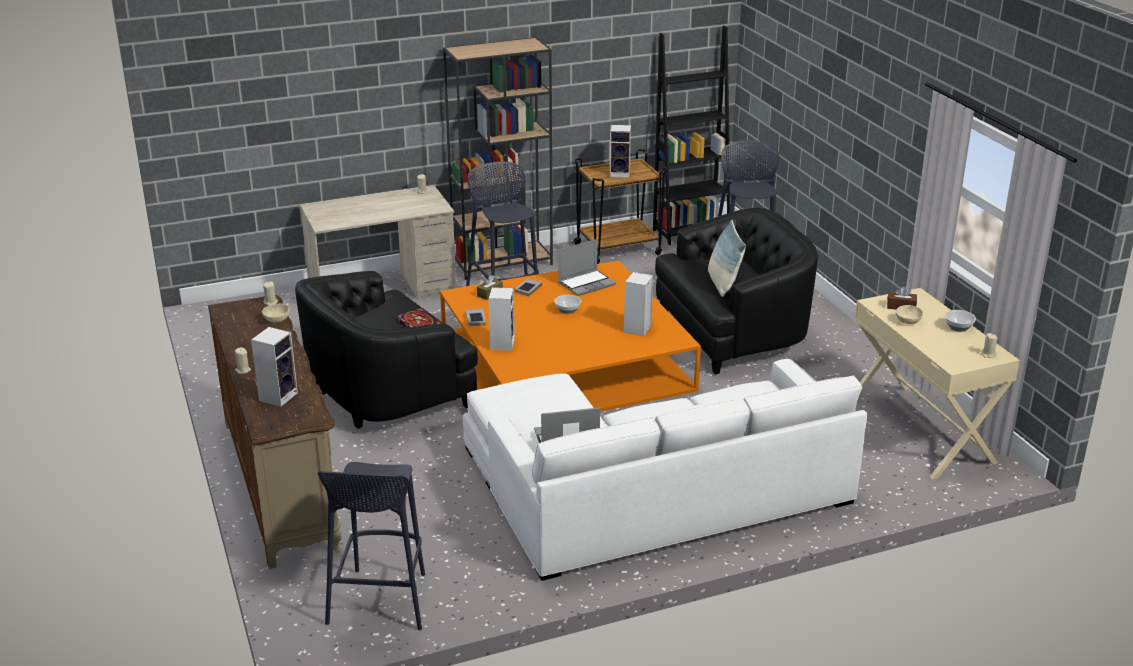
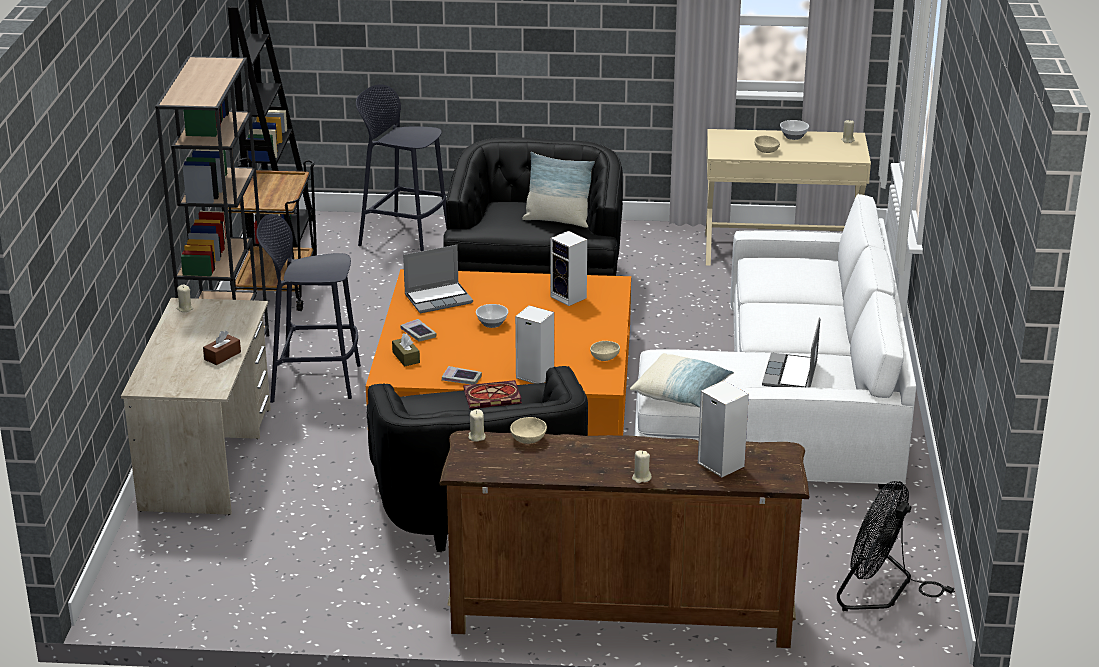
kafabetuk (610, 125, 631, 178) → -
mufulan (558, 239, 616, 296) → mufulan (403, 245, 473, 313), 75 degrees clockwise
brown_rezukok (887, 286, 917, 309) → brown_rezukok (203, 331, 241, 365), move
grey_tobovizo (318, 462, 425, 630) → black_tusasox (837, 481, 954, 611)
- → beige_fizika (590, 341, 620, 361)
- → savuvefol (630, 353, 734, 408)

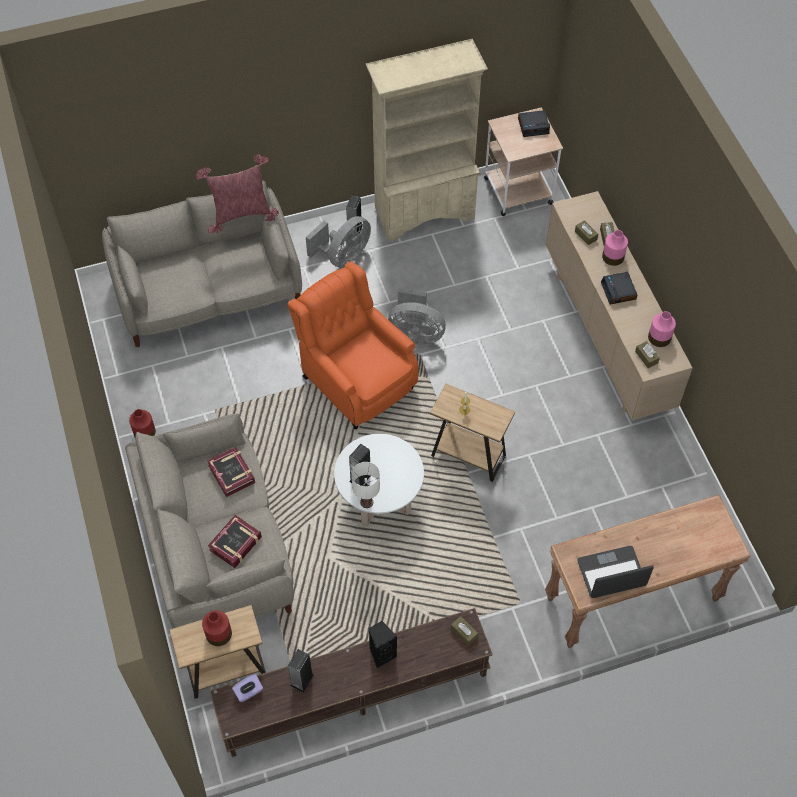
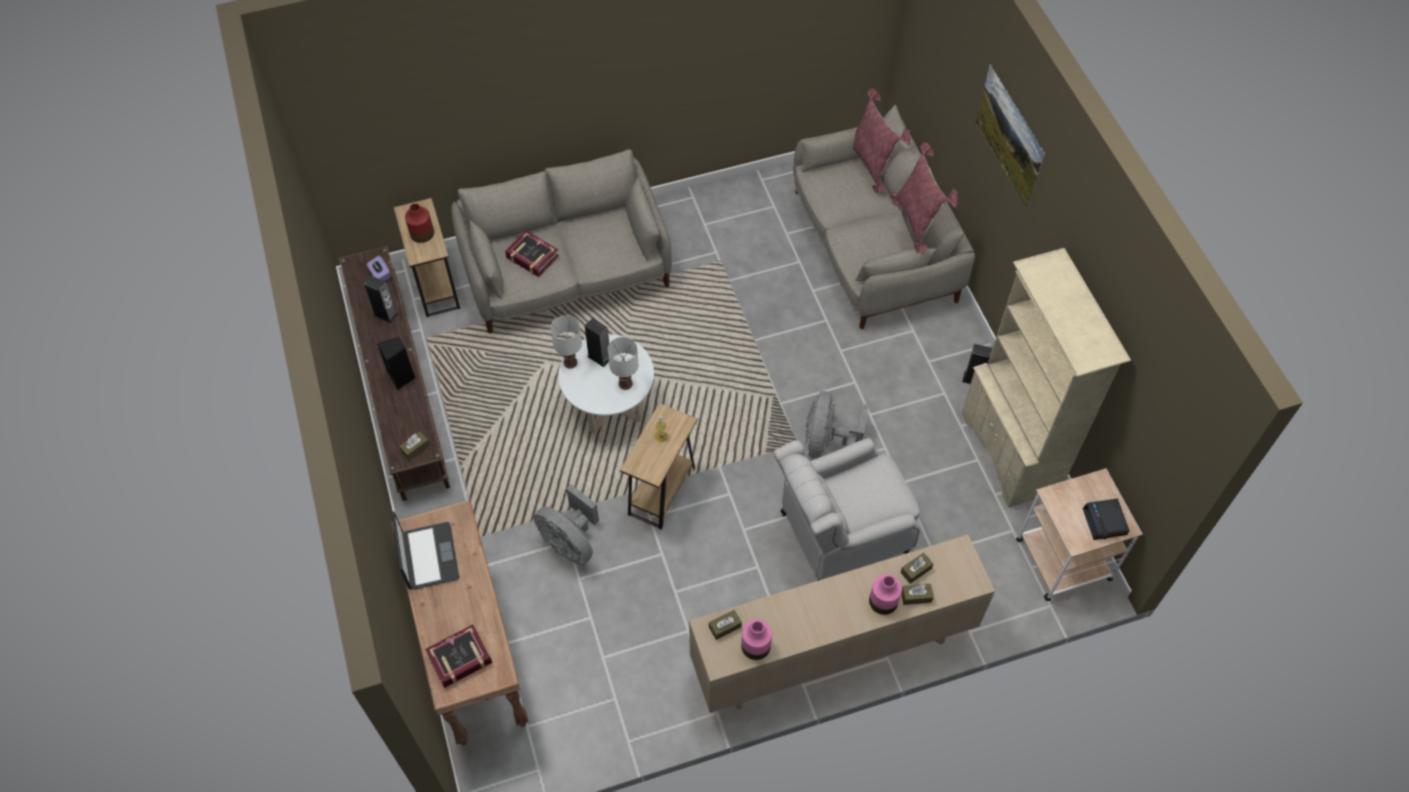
grey_tusasox (306, 216, 371, 268) → grey_tusasox (534, 484, 599, 565), move
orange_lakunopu (287, 261, 418, 429) → -
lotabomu (601, 272, 637, 305) → -
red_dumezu (129, 409, 156, 438) → -
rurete (207, 447, 255, 497) → rurete (426, 624, 492, 688), move
- → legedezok (976, 65, 1045, 209)
- → red_savuvefol (853, 89, 911, 194)
- → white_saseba (608, 337, 639, 390)
- → white_lakunopu (774, 437, 920, 581)

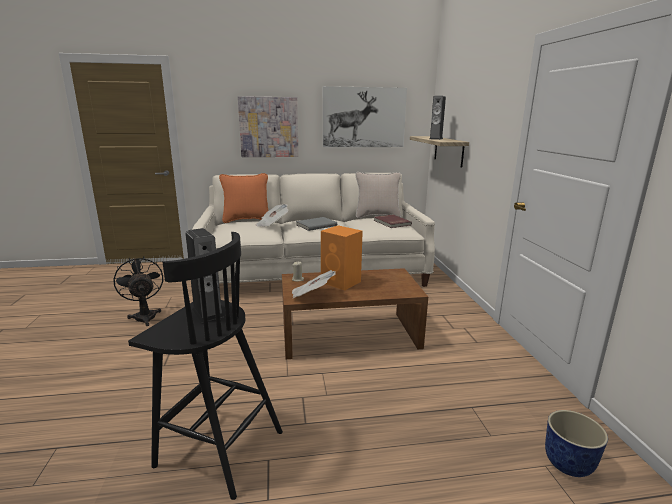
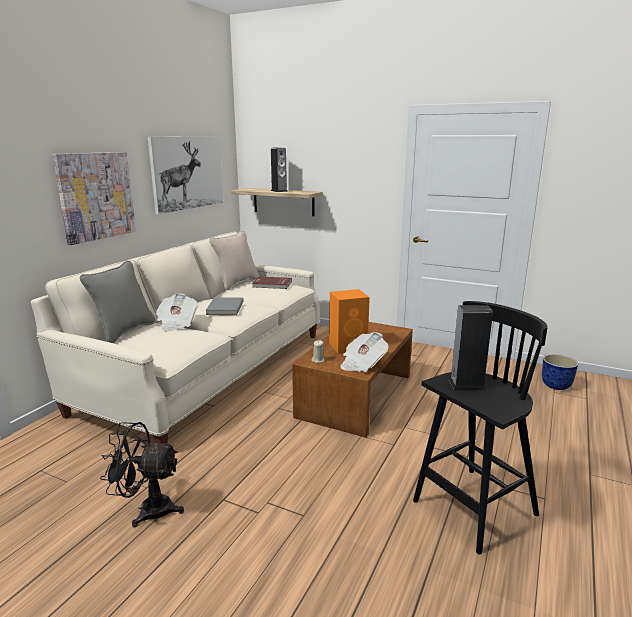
orange_savuvefol (219, 173, 269, 223) → grey_savuvefol (80, 261, 155, 343)

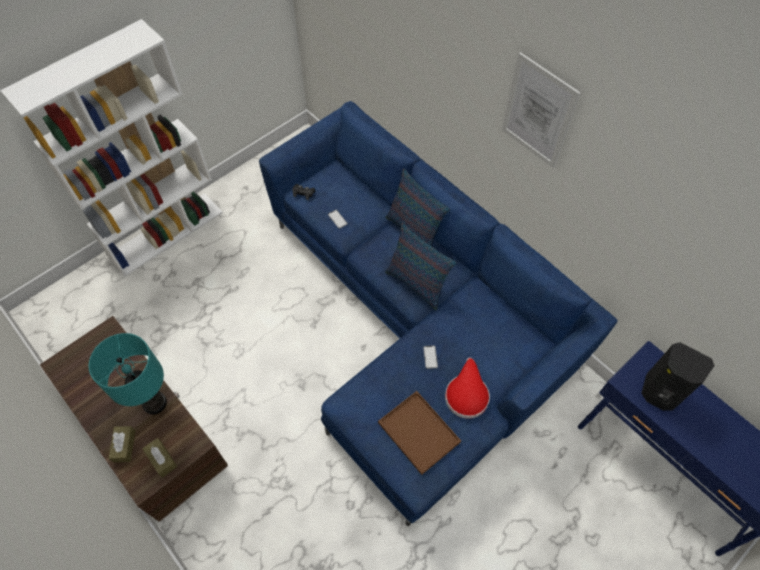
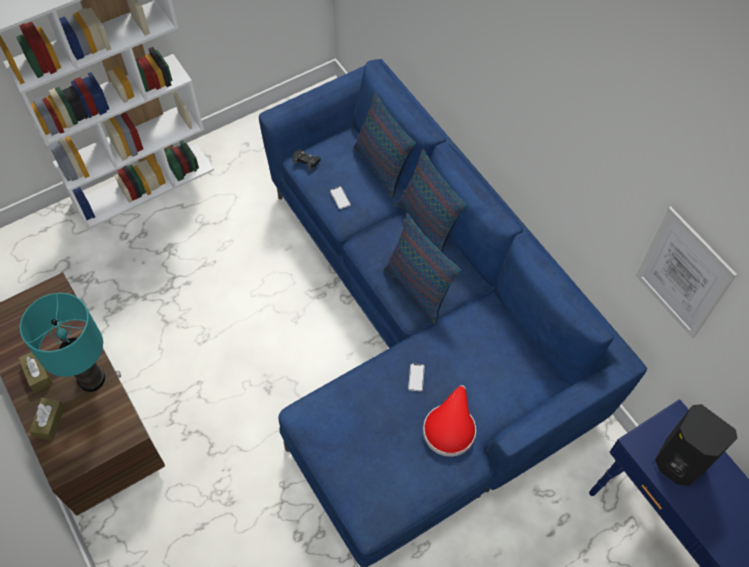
legedezok (502, 52, 581, 168) → legedezok (636, 207, 737, 339), move
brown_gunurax (378, 391, 461, 475) → -
brown_rezukok (142, 438, 177, 478) → brown_rezukok (18, 352, 53, 393), move
- → blue_savuvefol (353, 92, 417, 198)

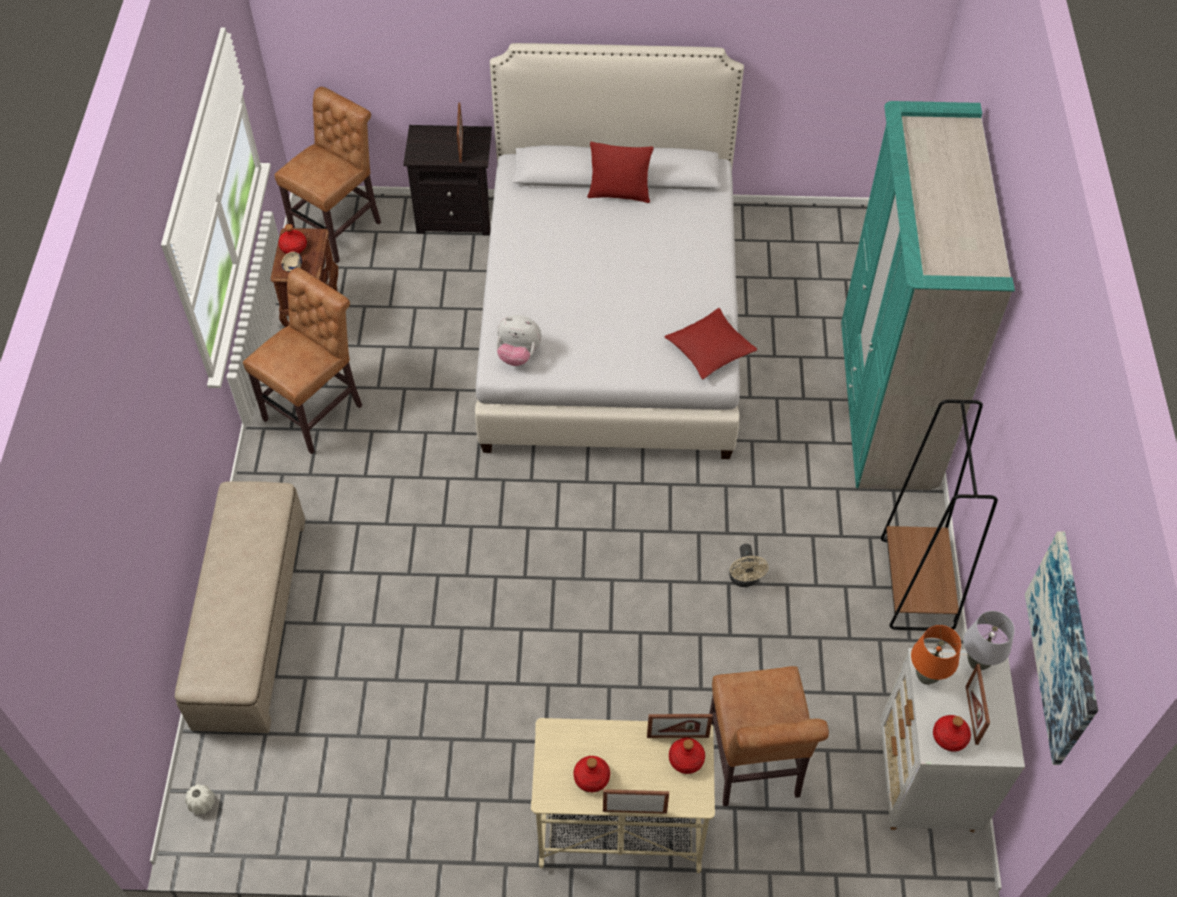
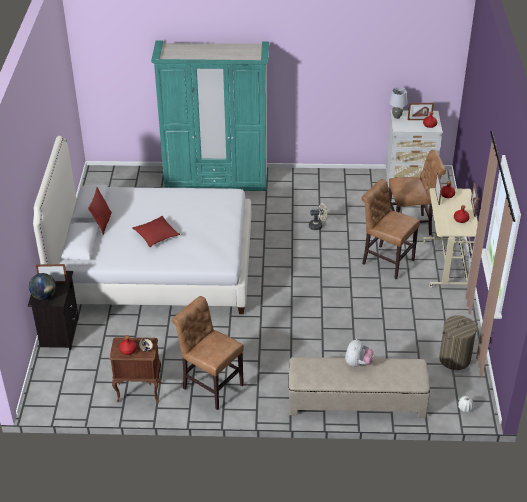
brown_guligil (274, 87, 381, 263) → brown_guligil (362, 179, 420, 280), move
red_savuvefol (664, 308, 758, 379) → red_savuvefol (133, 216, 180, 247), move
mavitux (496, 315, 542, 366) → mavitux (345, 339, 374, 367), move
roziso (881, 399, 998, 631) → -
legedezok (1025, 531, 1098, 765) → -
orange_saseba (911, 625, 961, 685) → -
- → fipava (29, 273, 56, 300)
- → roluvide (439, 315, 478, 370)

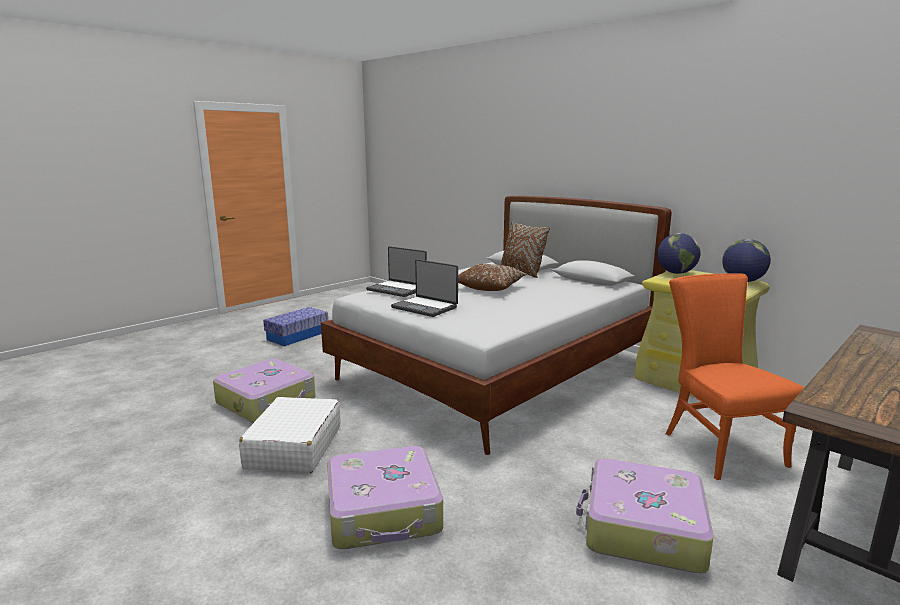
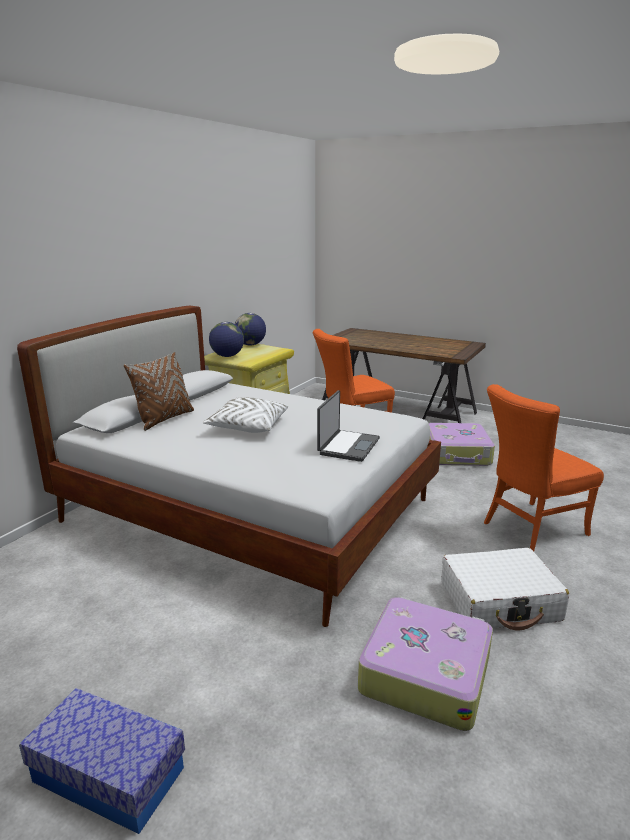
mufulan (366, 246, 427, 297) → -
brown_savuvefol (458, 264, 527, 291) → white_savuvefol (203, 397, 288, 433)
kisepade (327, 446, 443, 549) → orange_guligil (484, 384, 604, 551)

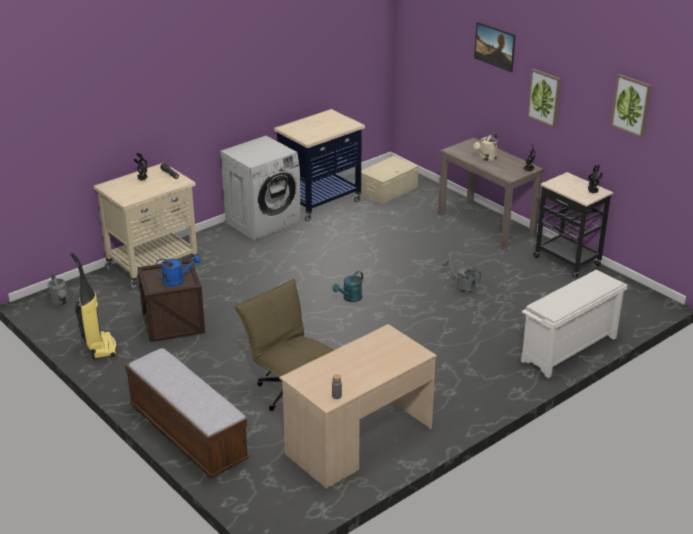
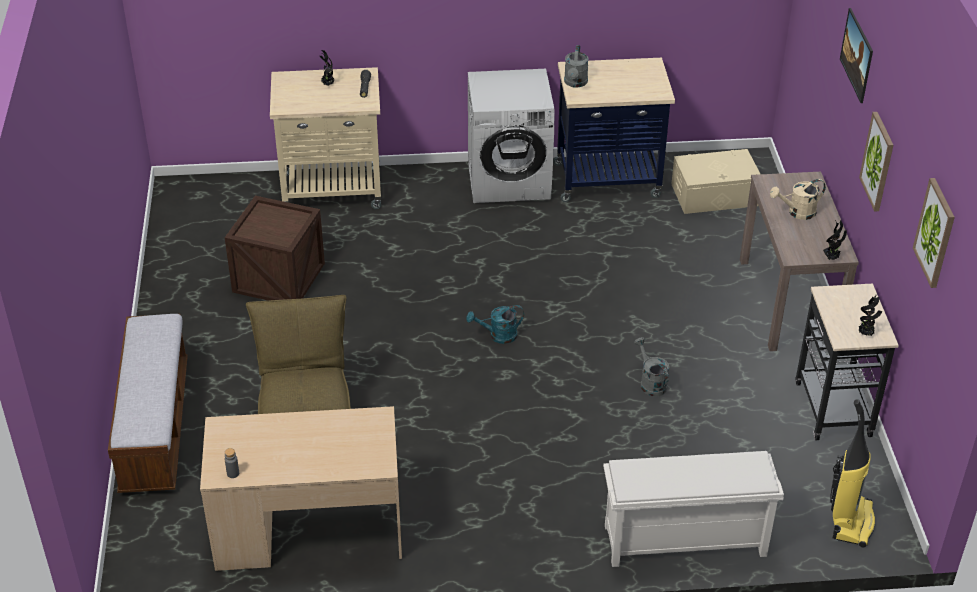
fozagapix (70, 252, 117, 359) → fozagapix (830, 399, 876, 547), move
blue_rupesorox (155, 255, 201, 287) → -
grey_rupesorox (47, 274, 69, 306) → grey_rupesorox (564, 45, 589, 88), move

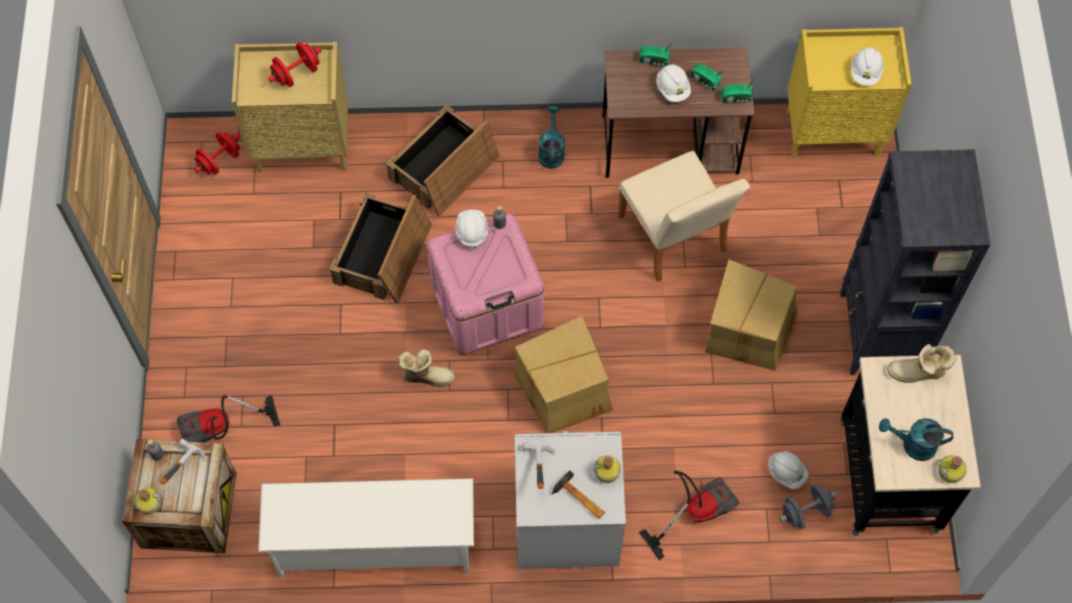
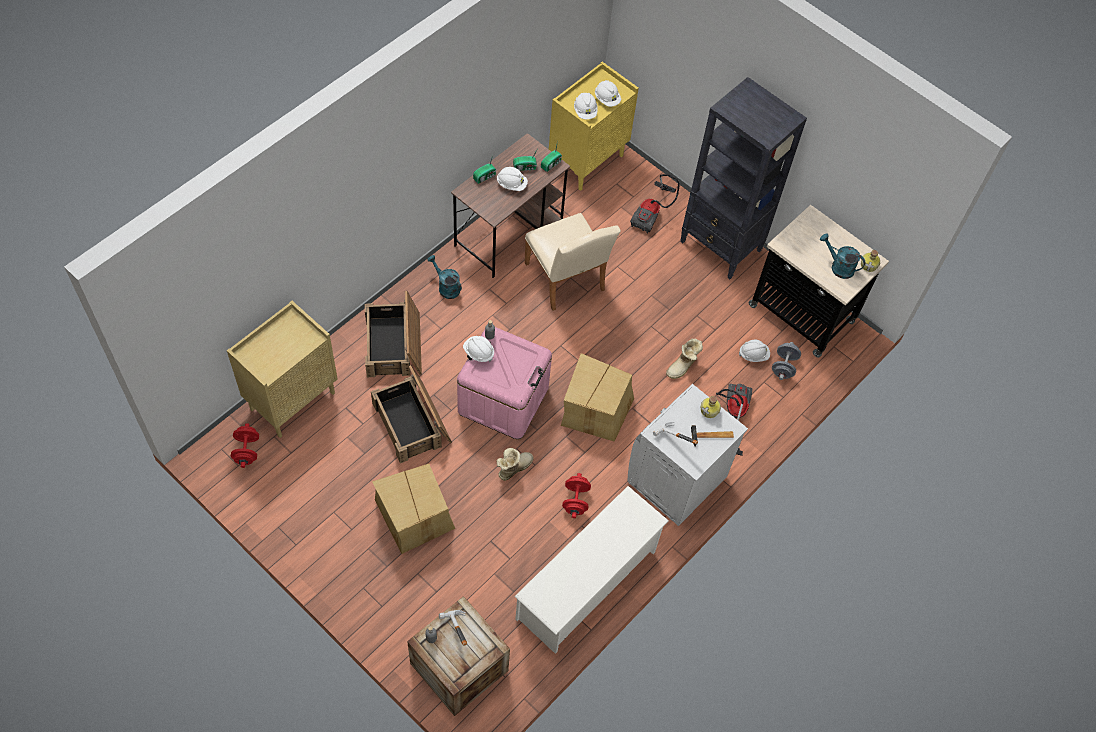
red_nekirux (268, 42, 321, 87) → red_nekirux (562, 473, 591, 518), move
beige_guligil (618, 151, 750, 282) → beige_guligil (525, 213, 621, 311), 45 degrees clockwise
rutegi (705, 259, 798, 371) → rutegi (372, 464, 455, 554), move
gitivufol (887, 344, 957, 383) → gitivufol (666, 339, 703, 379), move
fozagapix (177, 395, 280, 443) → fozagapix (630, 174, 680, 233), move
turquoise_rupesorox (879, 418, 953, 461) → turquoise_rupesorox (820, 234, 865, 279), 75 degrees clockwise
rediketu (134, 488, 161, 515) → -
- → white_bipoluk (574, 92, 597, 119)

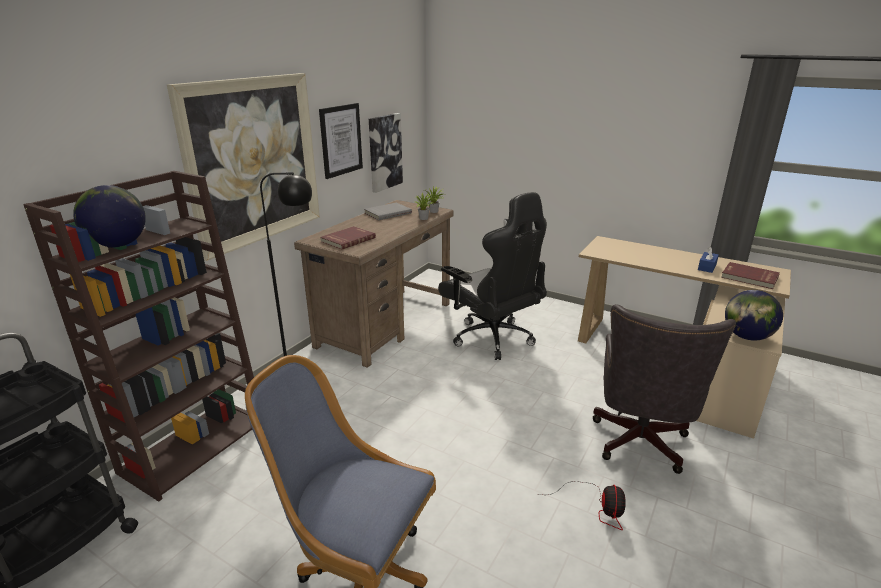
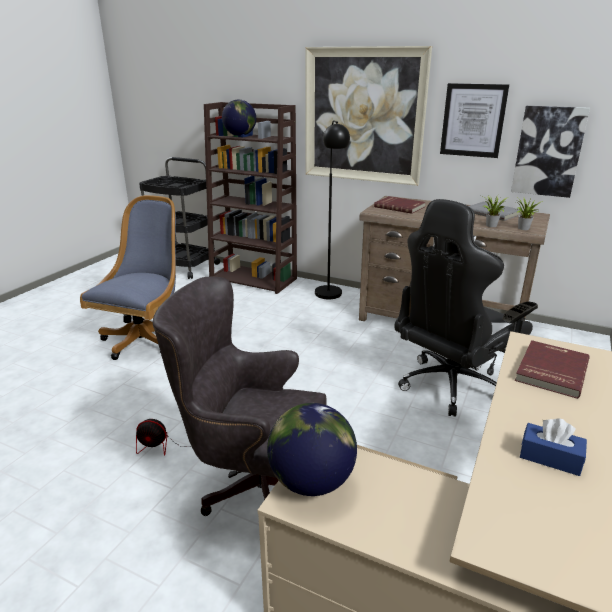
red_rurete (721, 262, 780, 289) → red_rurete (515, 340, 590, 399), move

